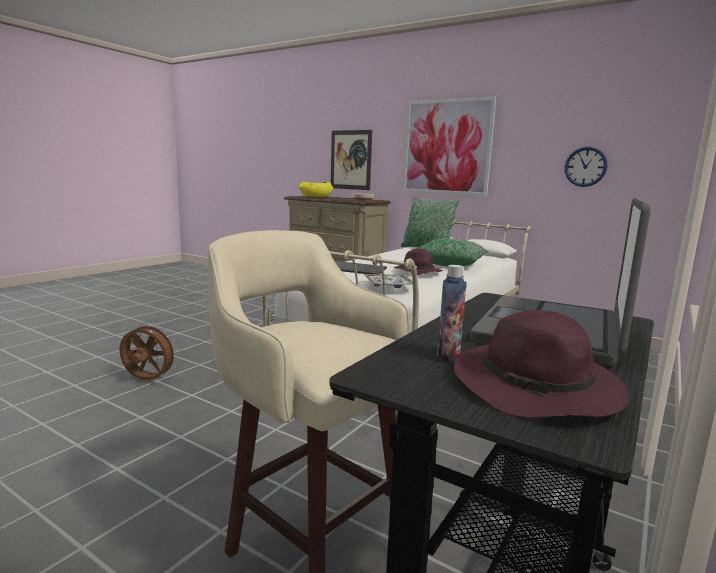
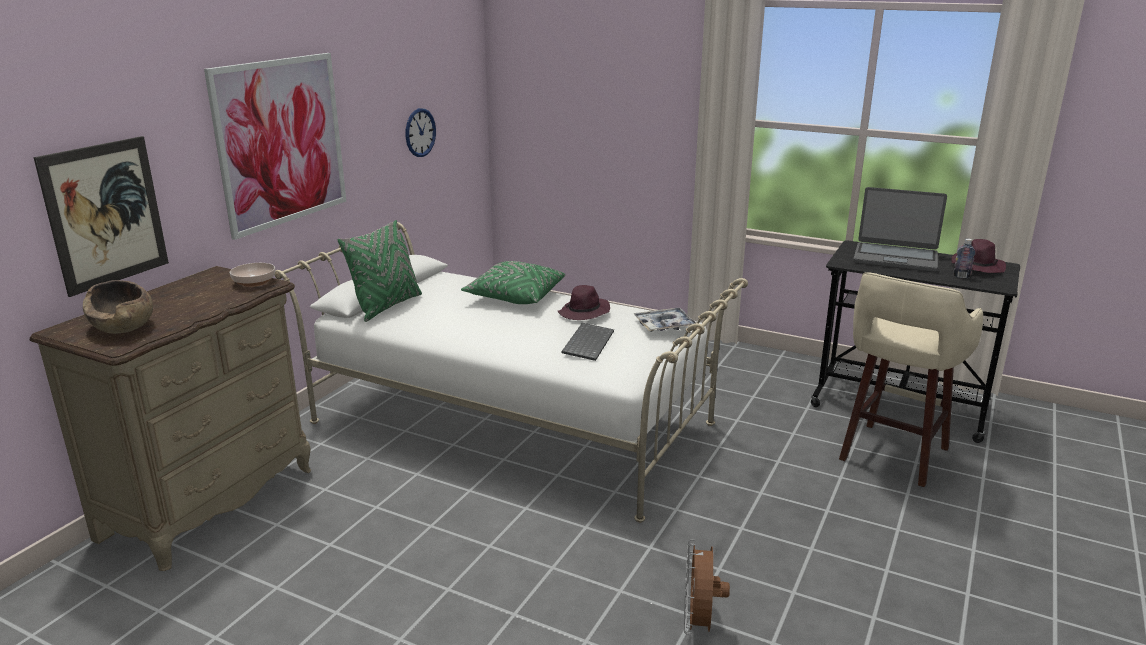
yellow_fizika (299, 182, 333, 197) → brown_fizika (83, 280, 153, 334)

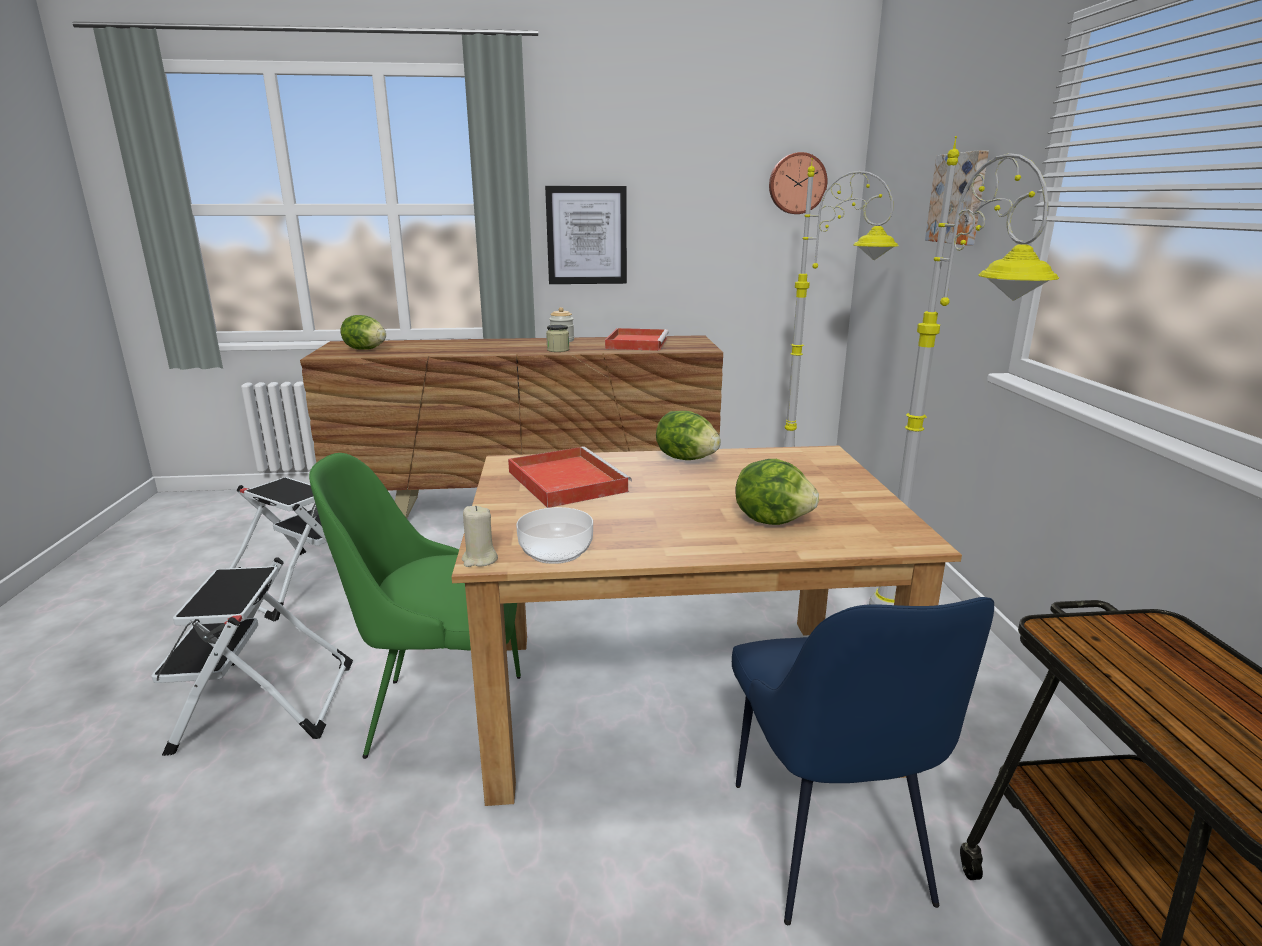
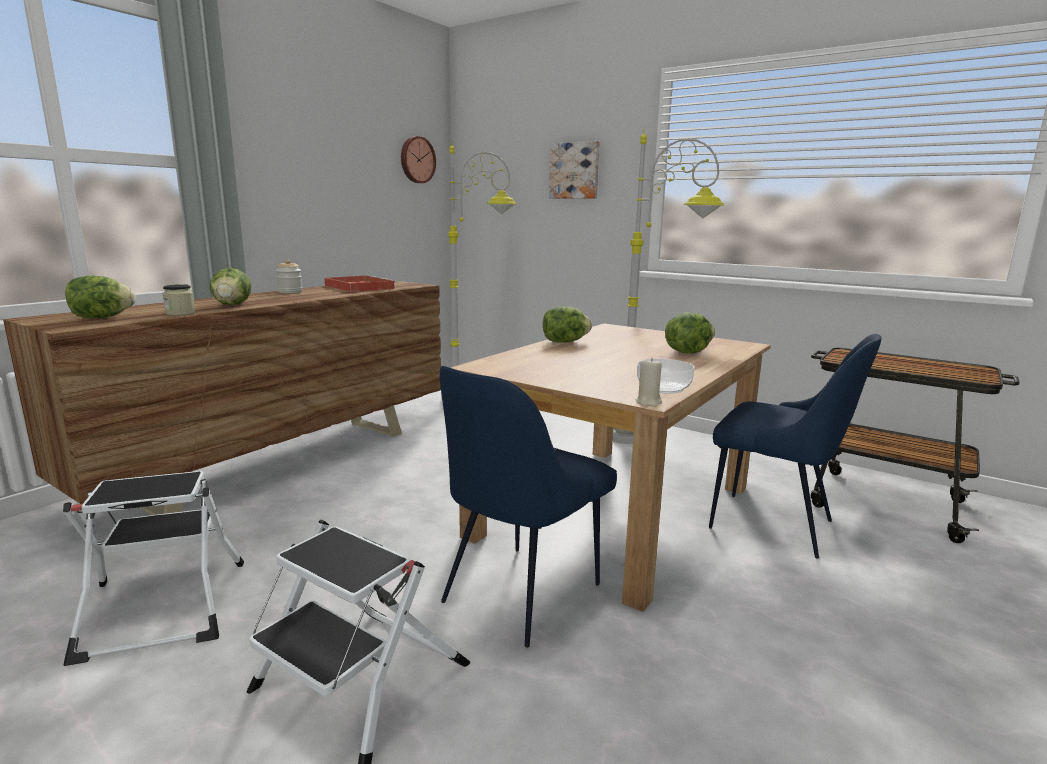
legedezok (545, 186, 627, 284) → -
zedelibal (546, 325, 569, 352) → zedelibal (163, 284, 195, 316), move
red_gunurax (508, 446, 632, 508) → -
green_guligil (309, 453, 521, 759) → blue_guligil (440, 366, 617, 648)
- → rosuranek (210, 268, 251, 305)

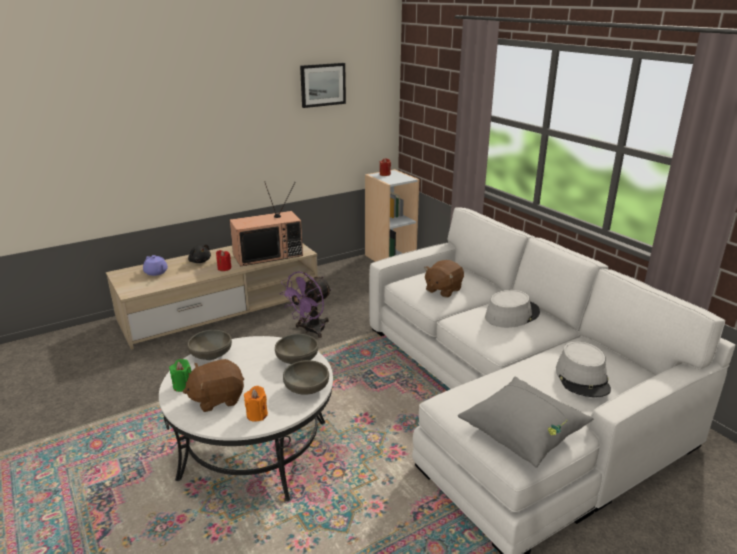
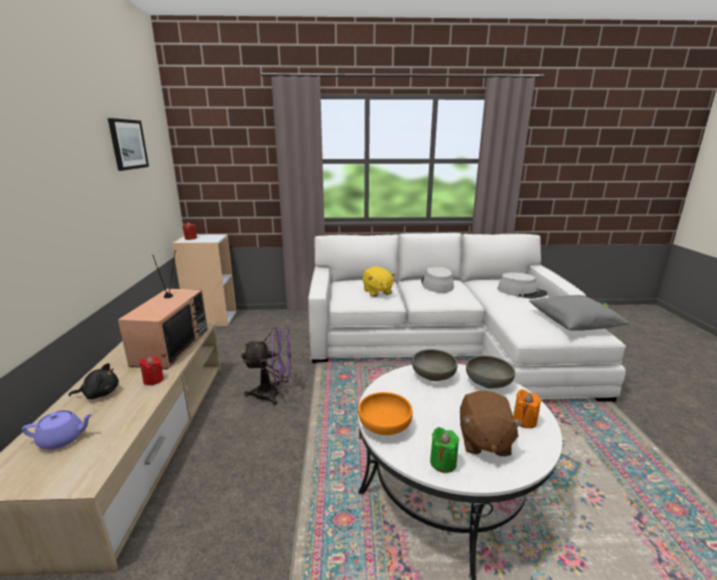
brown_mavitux (424, 260, 464, 298) → yellow_mavitux (363, 266, 395, 297)
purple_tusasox (279, 271, 332, 338) → purple_tusasox (241, 326, 292, 405), 75 degrees counterclockwise
grey_fizika (188, 330, 232, 360) → orange_fizika (358, 392, 413, 435)

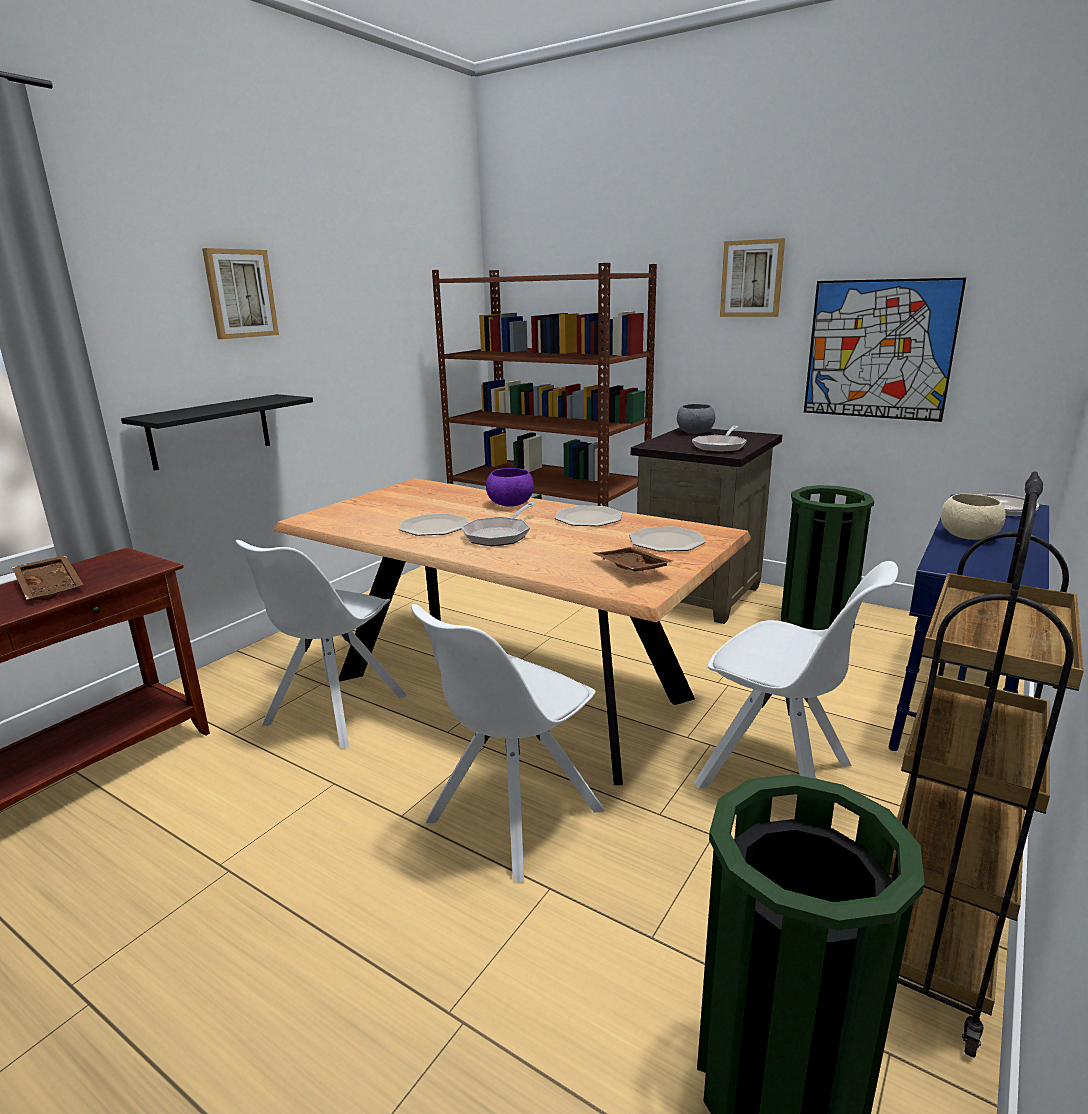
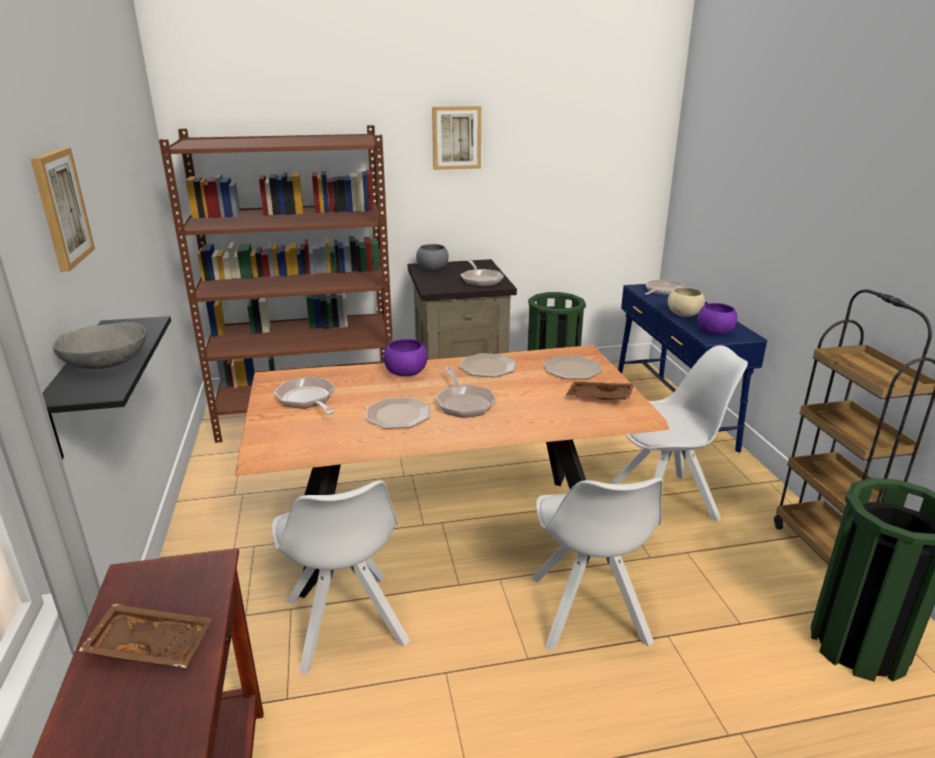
legedezok (804, 278, 966, 422) → -
- → purple_fizika (698, 303, 737, 334)
- → grey_fizika (53, 322, 146, 369)
- → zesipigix (274, 377, 335, 414)

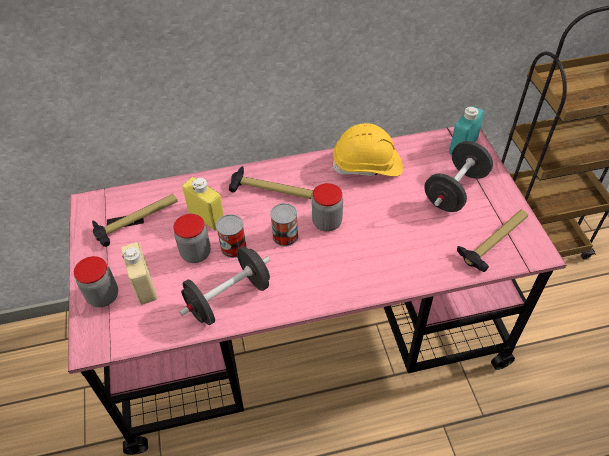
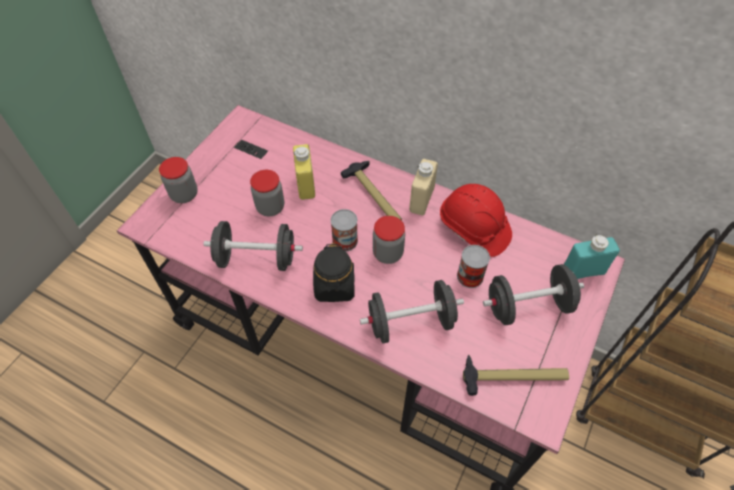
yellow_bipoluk (332, 123, 403, 176) → red_bipoluk (440, 184, 512, 257)
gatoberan (92, 194, 178, 247) → -
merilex (216, 214, 247, 258) → merilex (457, 245, 490, 288), move
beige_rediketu (121, 242, 157, 305) → beige_rediketu (409, 159, 438, 215), move
- → black_zedelibal (313, 243, 355, 302)
- → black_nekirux (360, 280, 464, 343)

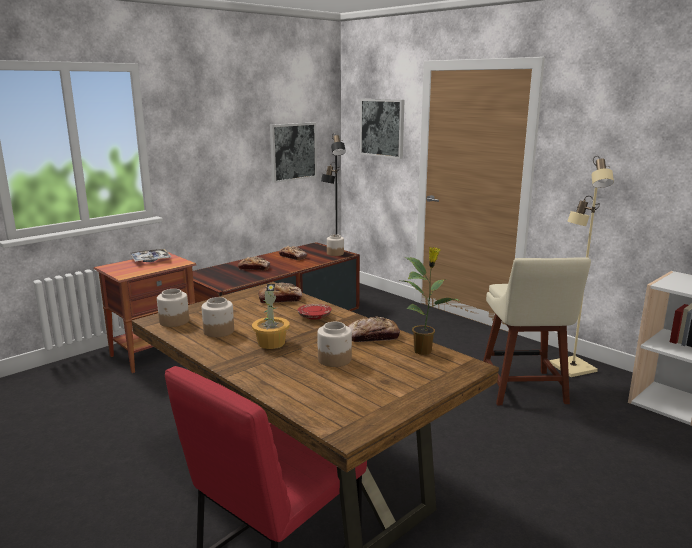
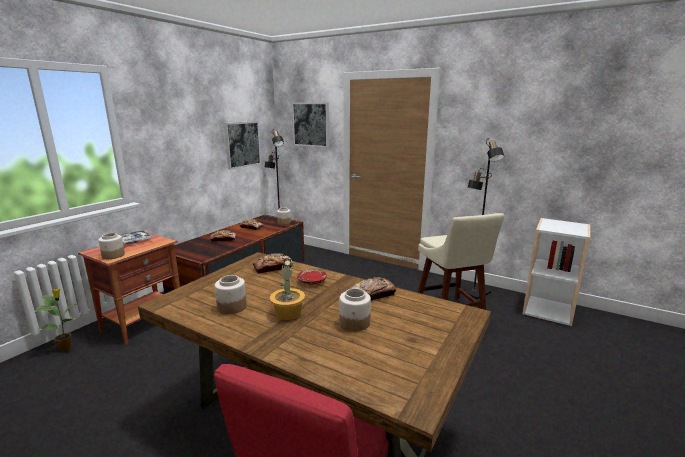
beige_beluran (549, 156, 614, 377) → black_beluran (461, 138, 504, 300)
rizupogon (403, 247, 459, 355) → rizupogon (34, 289, 76, 352), move
zedelibal (157, 289, 189, 327) → zedelibal (98, 233, 125, 259), move

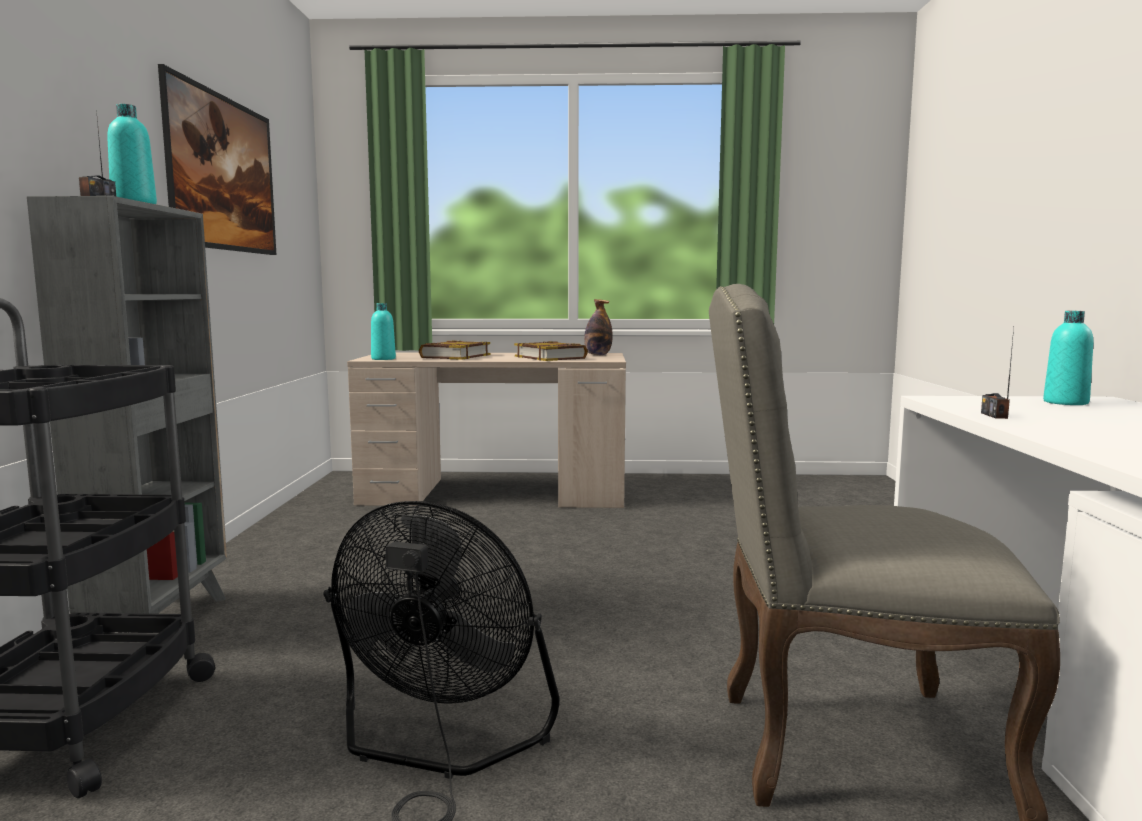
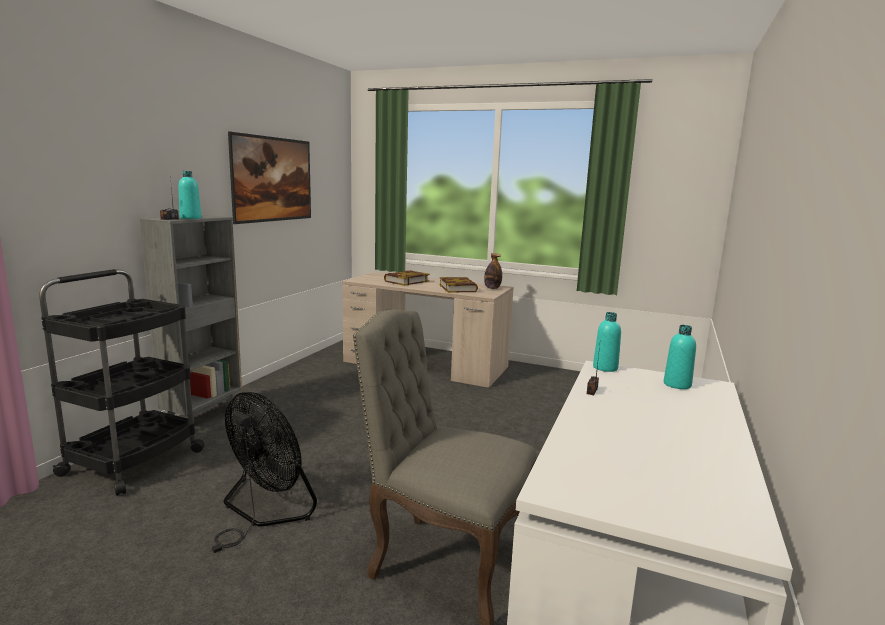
turquoise_rediketu (371, 303, 396, 360) → turquoise_rediketu (593, 312, 621, 372), move

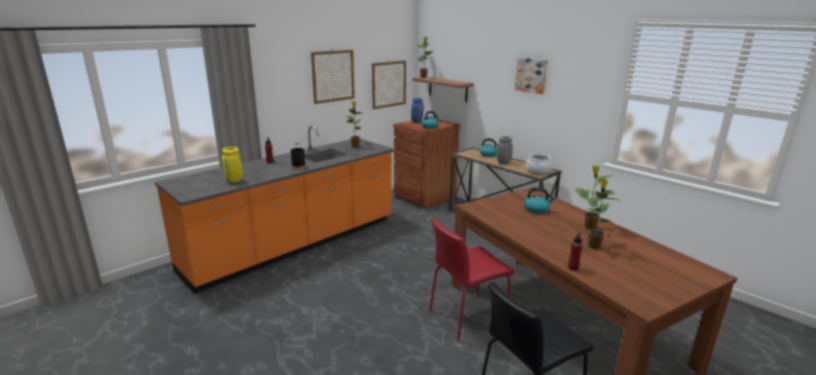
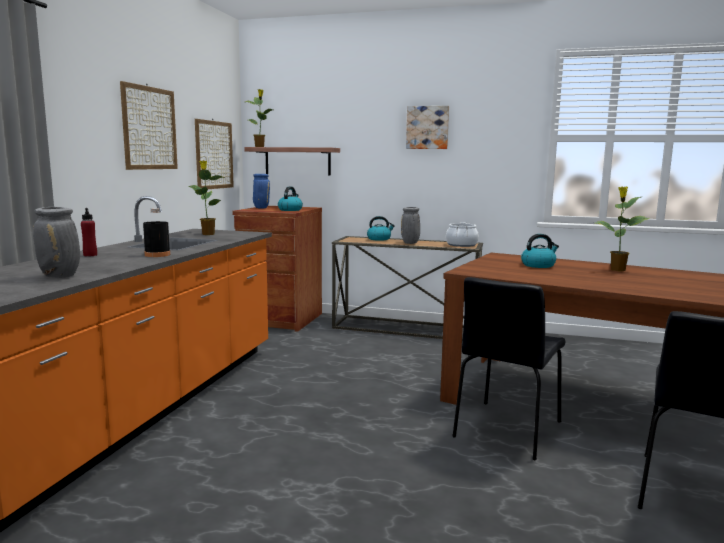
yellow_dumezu (222, 147, 243, 183) → grey_dumezu (33, 207, 80, 278)
rizupogon (586, 179, 621, 249) → -
red_guligil (429, 219, 515, 341) → black_guligil (452, 277, 565, 460)
red_rediketu (568, 232, 583, 271) → -

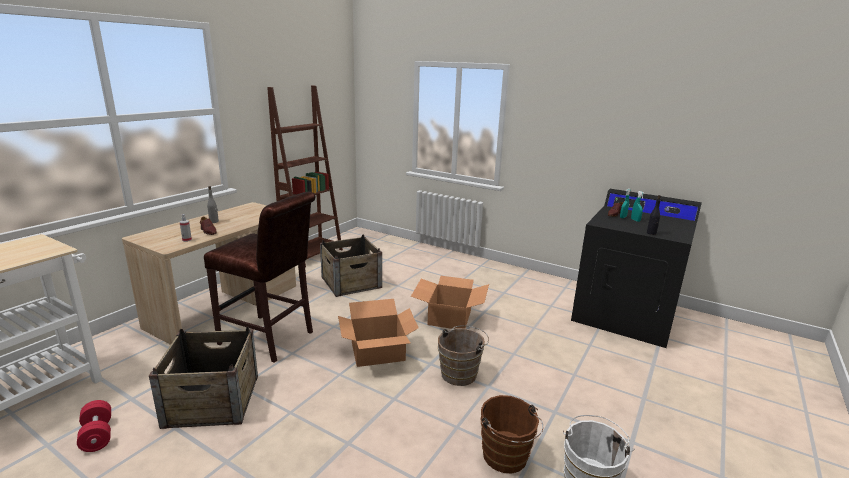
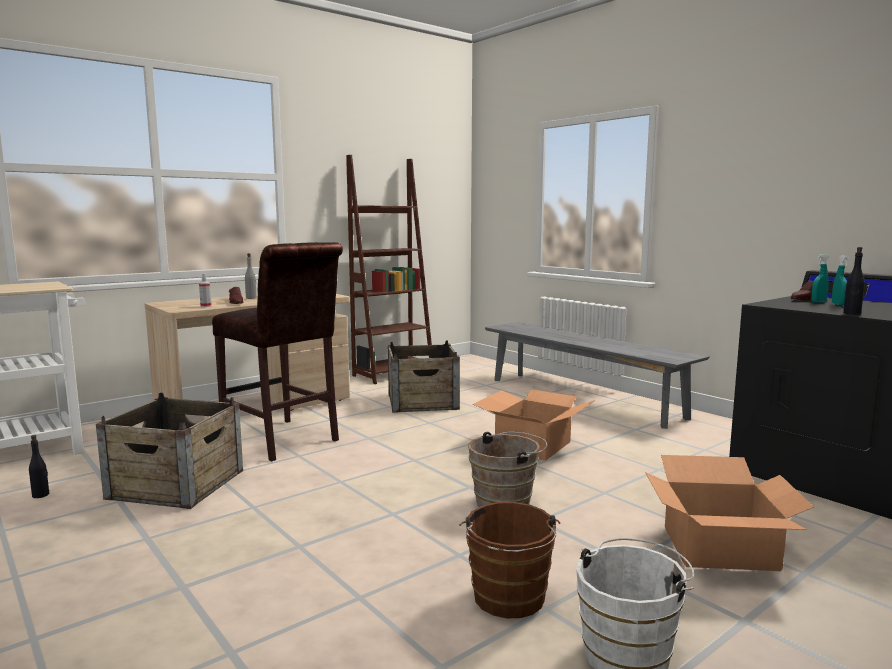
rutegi (338, 299, 419, 367) → rutegi (645, 455, 814, 571), move
red_nekirux (77, 400, 111, 452) → black_rediketu (29, 435, 49, 498)
- → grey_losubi (485, 322, 710, 429)

